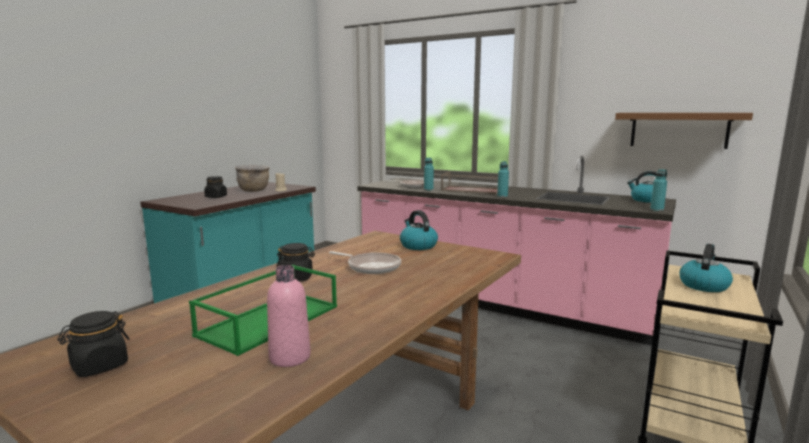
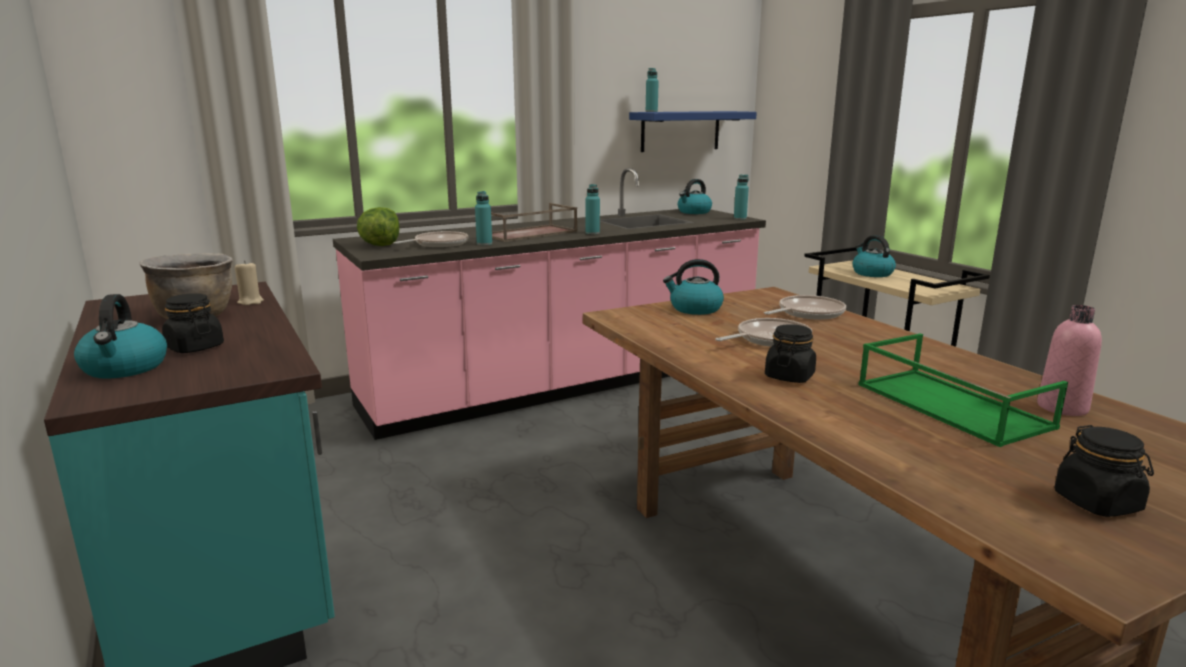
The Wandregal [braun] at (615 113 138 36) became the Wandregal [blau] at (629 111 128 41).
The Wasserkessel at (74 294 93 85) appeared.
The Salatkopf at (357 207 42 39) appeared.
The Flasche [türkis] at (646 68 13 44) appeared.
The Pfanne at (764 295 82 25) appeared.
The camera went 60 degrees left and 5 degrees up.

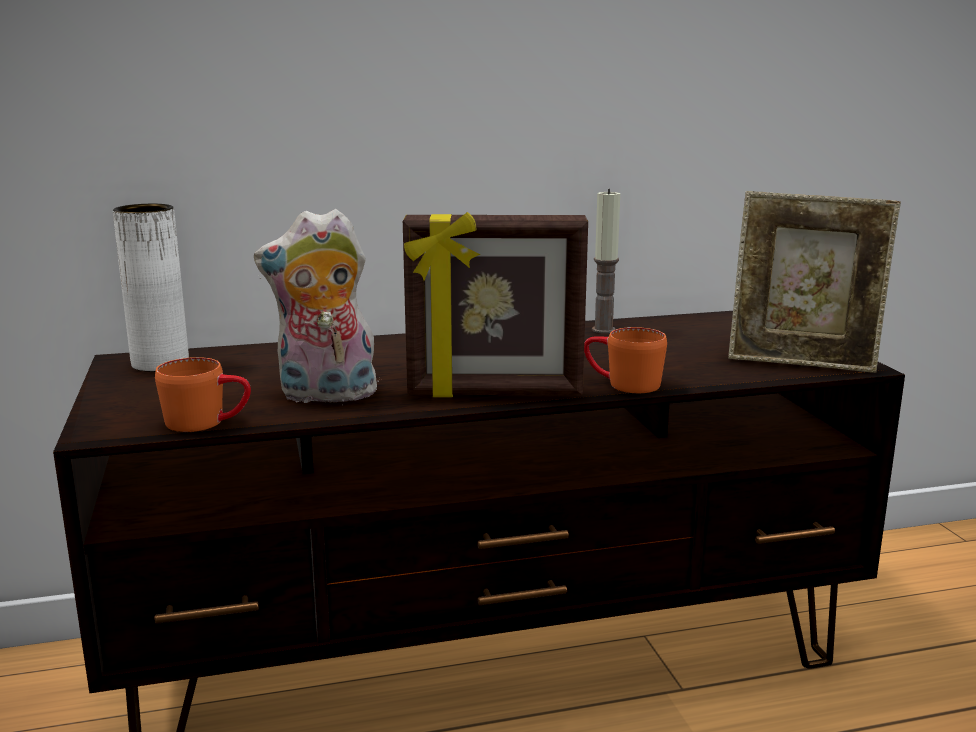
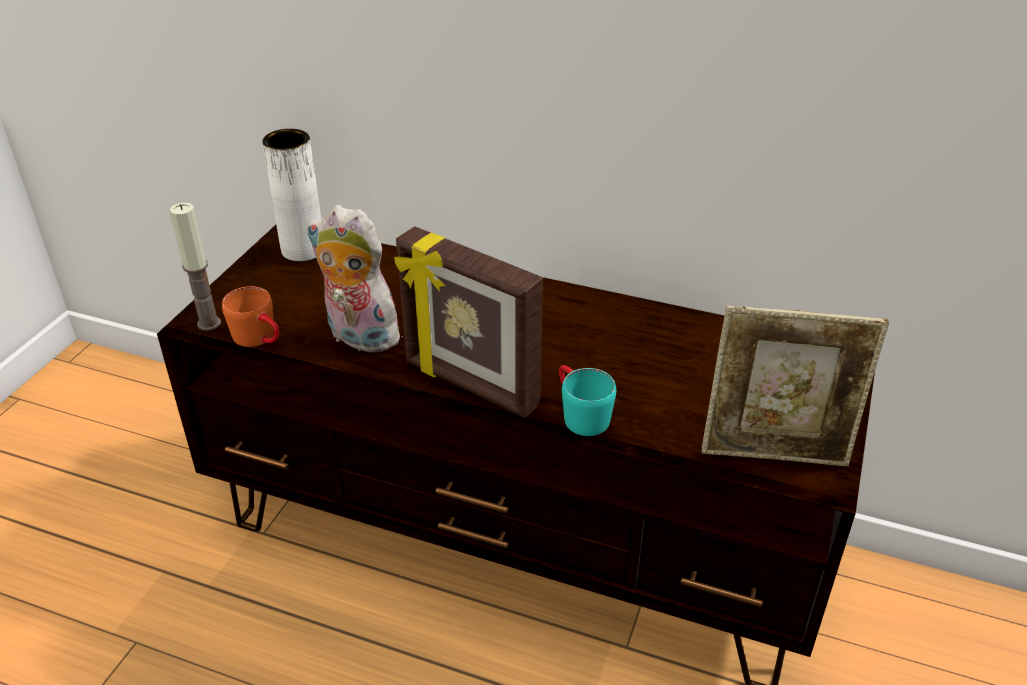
The Henkelbecher [orange] at (584 327 83 66) became the Henkelbecher [türkis] at (559 365 57 71).
The Kerze moved from (592 189 28 144) to (170 203 51 128).
The Bilderrahmen at (728 191 173 182) turned 45 degrees counterclockwise.
The camera went 35 degrees right and 20 degrees up.

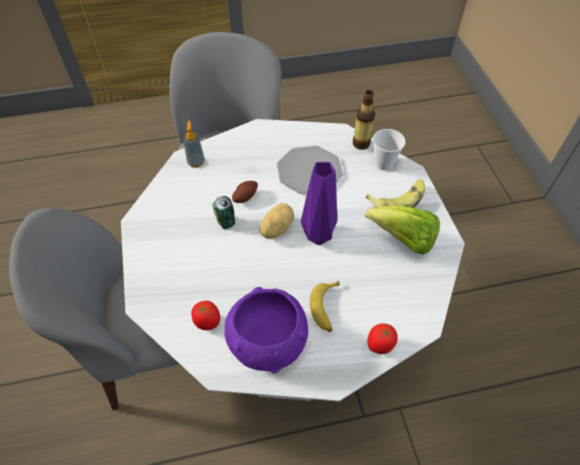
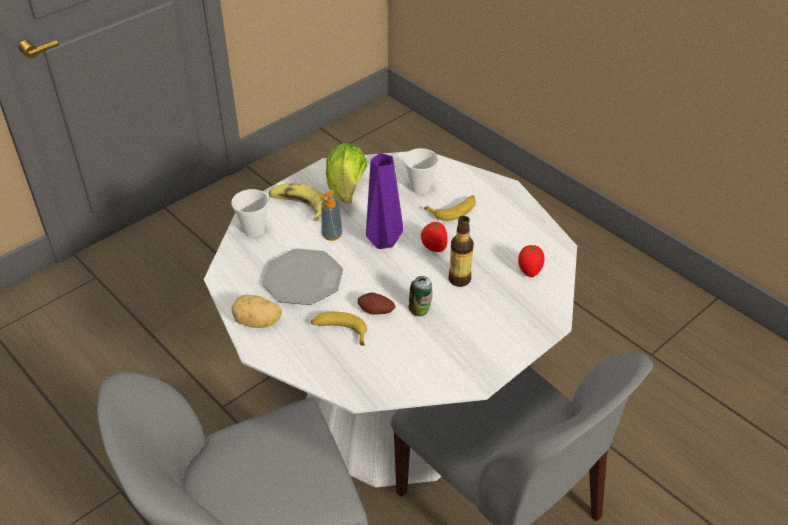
The Seifenspender moved from (183 121 22 47) to (320 190 22 51).
The Schüssel [lila] at (225 287 83 86) disappeared.
The Kartoffel moved from (259 203 35 36) to (232 295 50 33).
The Flasche moved from (353 90 22 60) to (449 216 25 71).
The Tomate moved from (367 323 31 31) to (421 222 27 30).
The Banane at (311 312 56 34) appeared.
The Tasse at (403 148 36 46) appeared.
The camera went 120 degrees left and 10 degrees down.

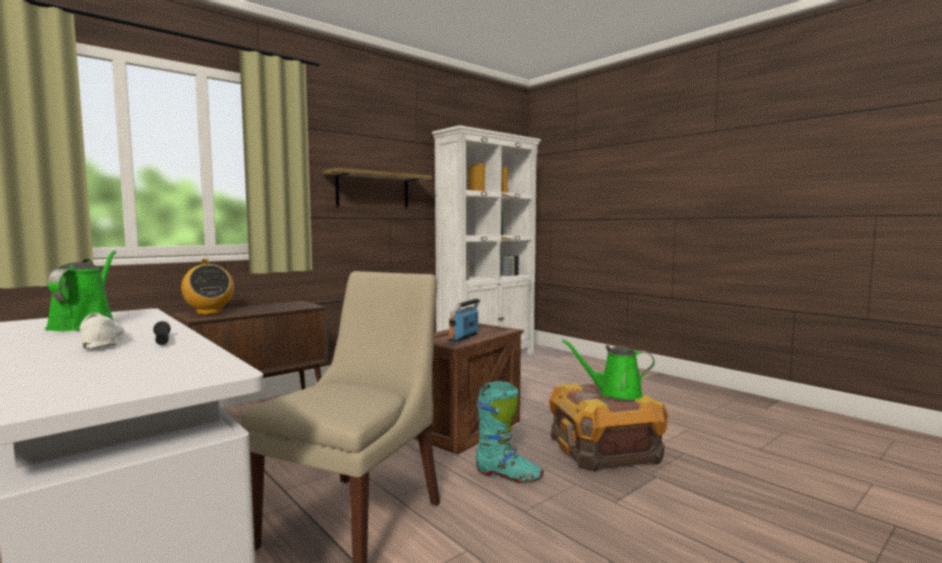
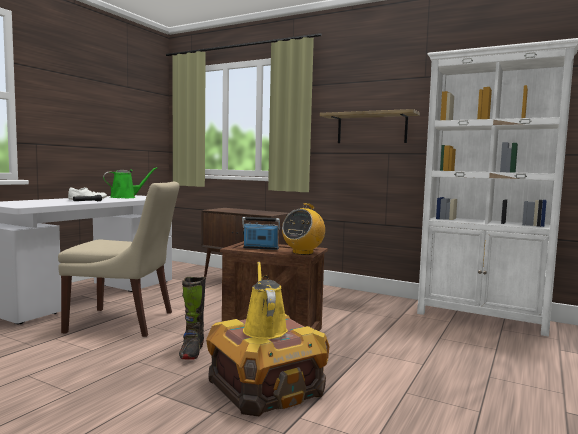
The Radio moved from (181 258 53 57) to (282 203 43 52).
The Stiefel [türkis] at (476 381 67 102) became the Stiefel [schwarz] at (179 277 27 83).
The Gießkanne [grün] at (562 339 93 61) became the Gießkanne [gelb] at (243 261 45 78).
The camera went 70 degrees right and 0 degrees up.

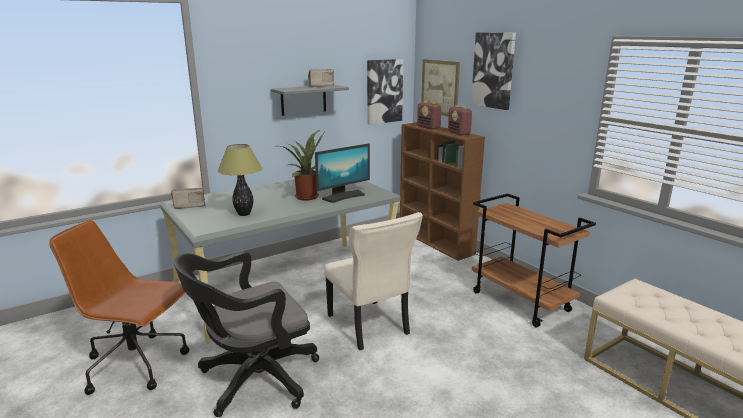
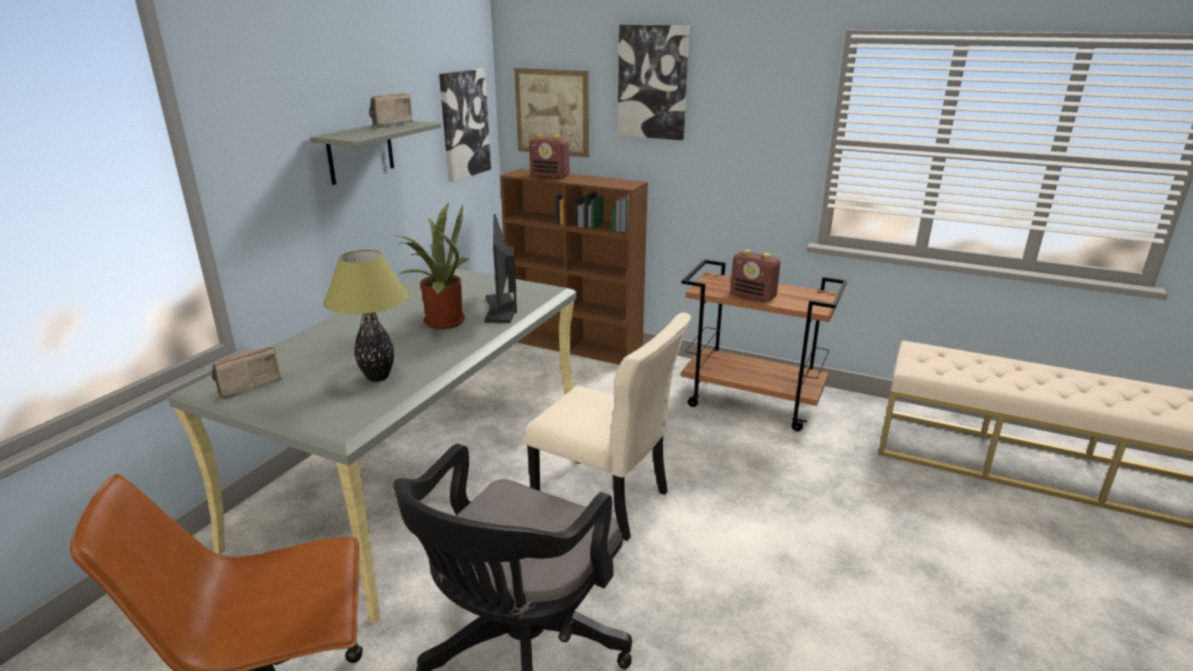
The Monitor at (315 143 55 60) turned 150 degrees clockwise.
The Radio moved from (448 105 25 30) to (730 249 50 53).
The camera went 30 degrees left and 5 degrees up.

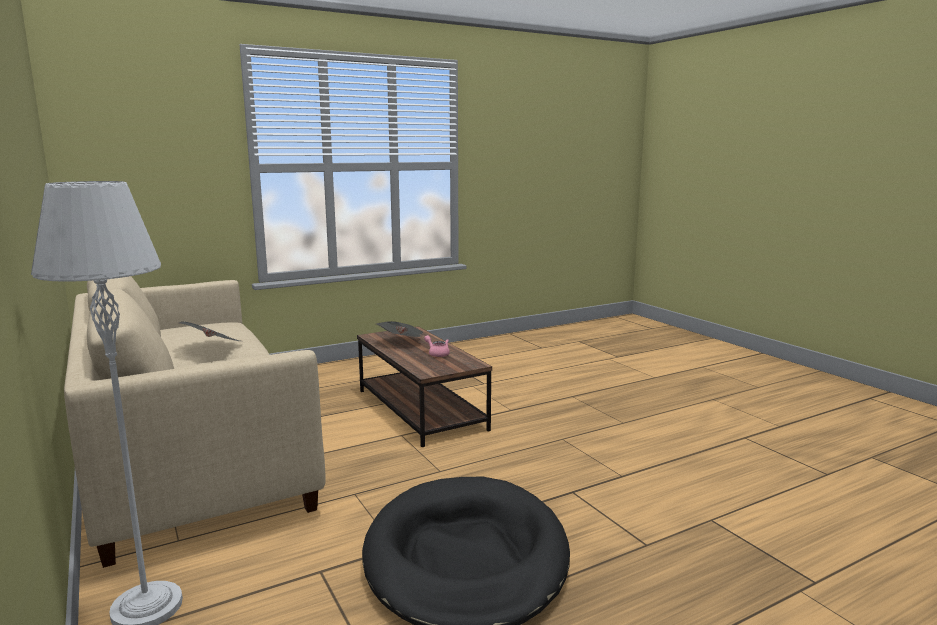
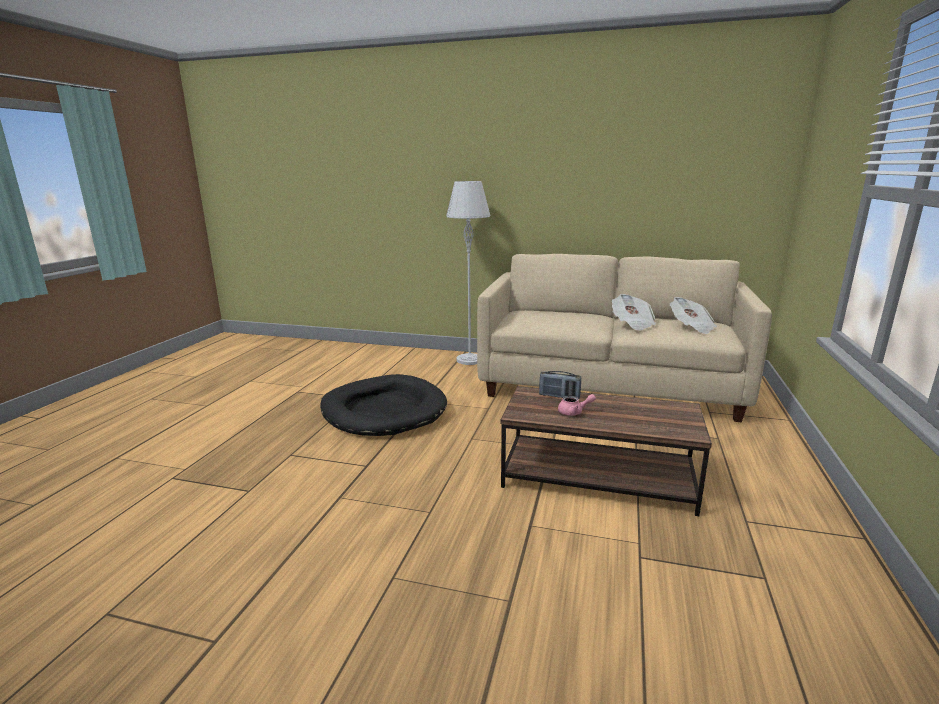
The Zeitung moved from (376 321 48 16) to (670 297 47 37).
The Radio at (539 371 42 28) appeared.
The camera went 135 degrees right and 5 degrees up.

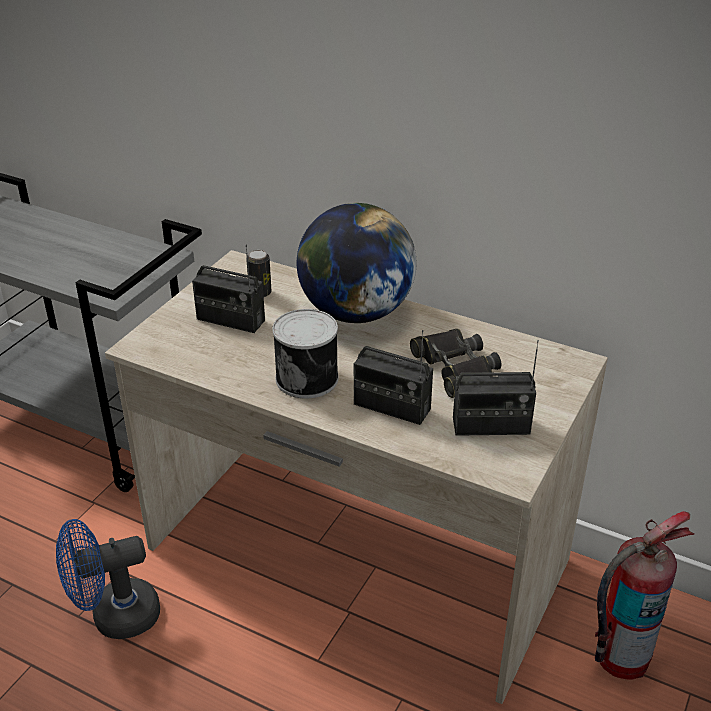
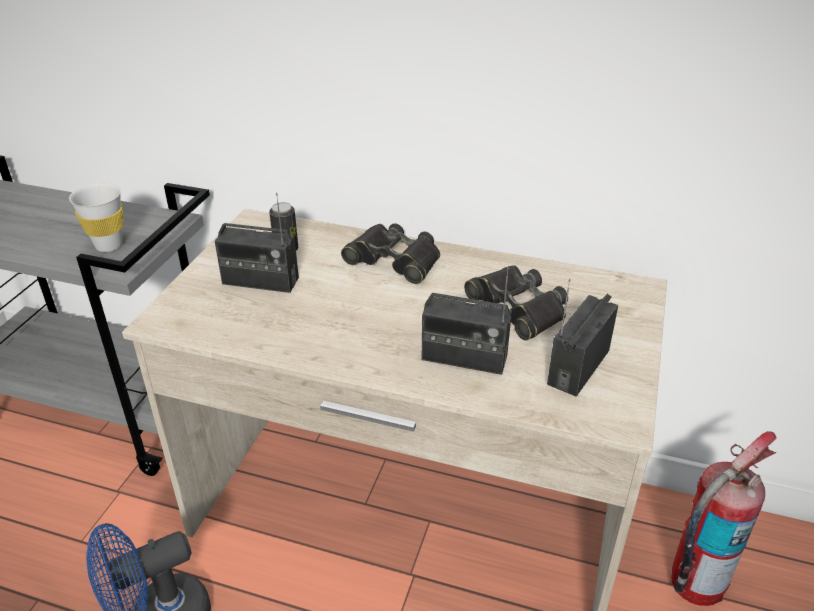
The Dose at (272 309 66 89) disappeared.
The Globus at (297 203 119 120) was replaced by the Fernglas [schwarz] at (341 223 99 61).
The Radio at (453 340 86 96) turned 135 degrees clockwise.
The Tasse [weiß] at (69 183 54 69) appeared.
The camera went 10 degrees left and 0 degrees up.

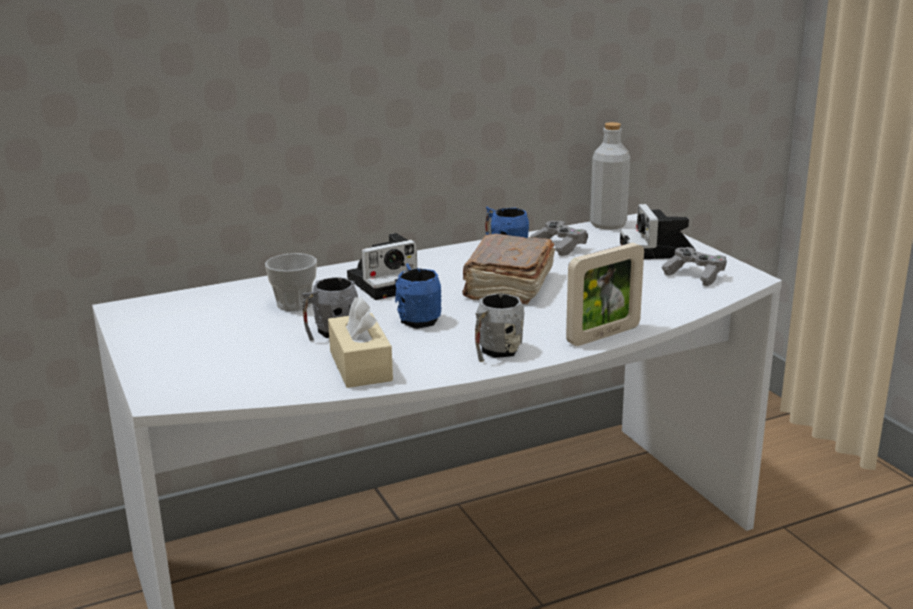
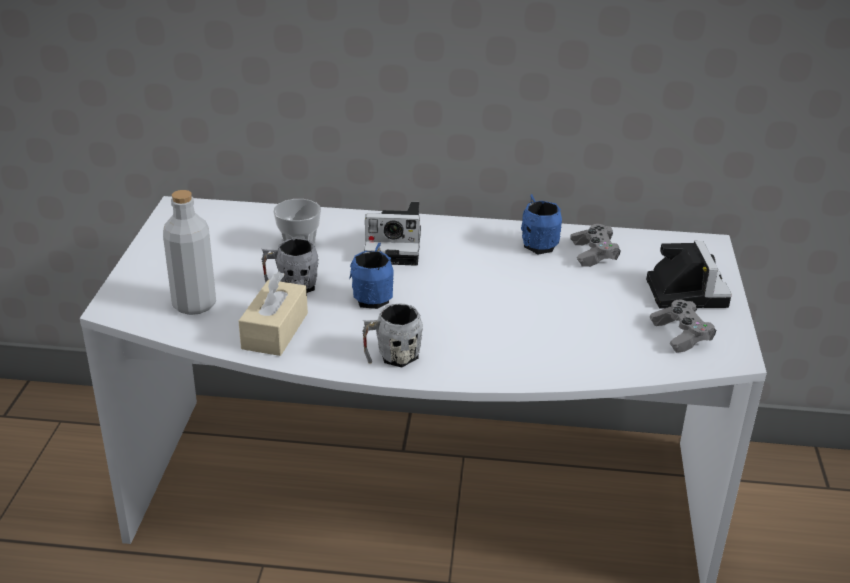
The Buch [braun] at (462 234 93 70) disappeared.
The Bilderrahmen at (566 243 78 103) disappeared.
The Flasche [grau] moved from (590 122 40 108) to (163 190 53 125).
The Kamera at (620 204 75 55) turned 150 degrees clockwise.
The camera went 30 degrees right and 10 degrees up.

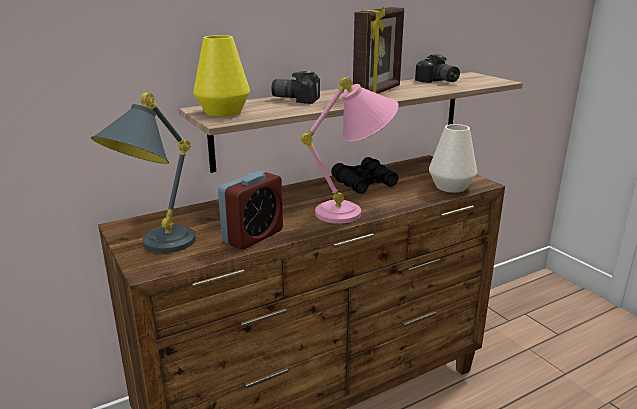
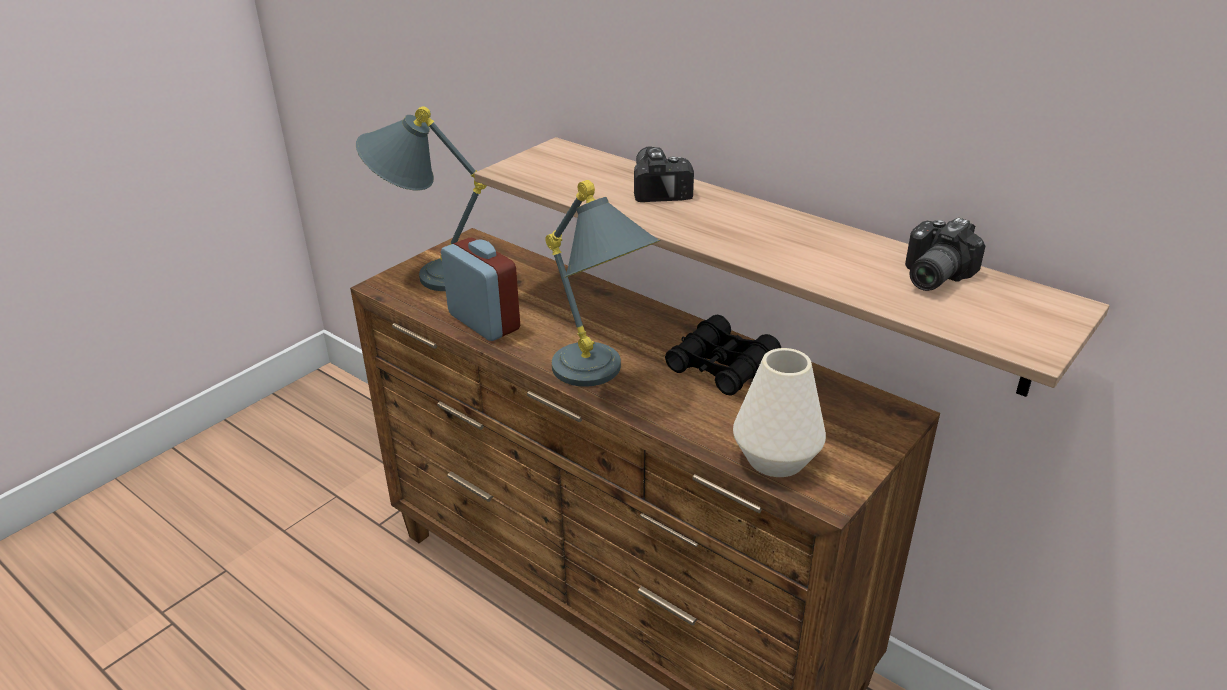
The Vase [gelb] at (193 35 57 82) disappeared.
The Wecker at (218 171 65 78) turned 150 degrees counterclockwise.
The Tischlampe [rosa] at (301 77 97 147) became the Tischlampe [grau] at (545 180 116 207).
The Bilderrahmen at (353 7 51 87) disappeared.
The camera went 70 degrees right and 10 degrees up.

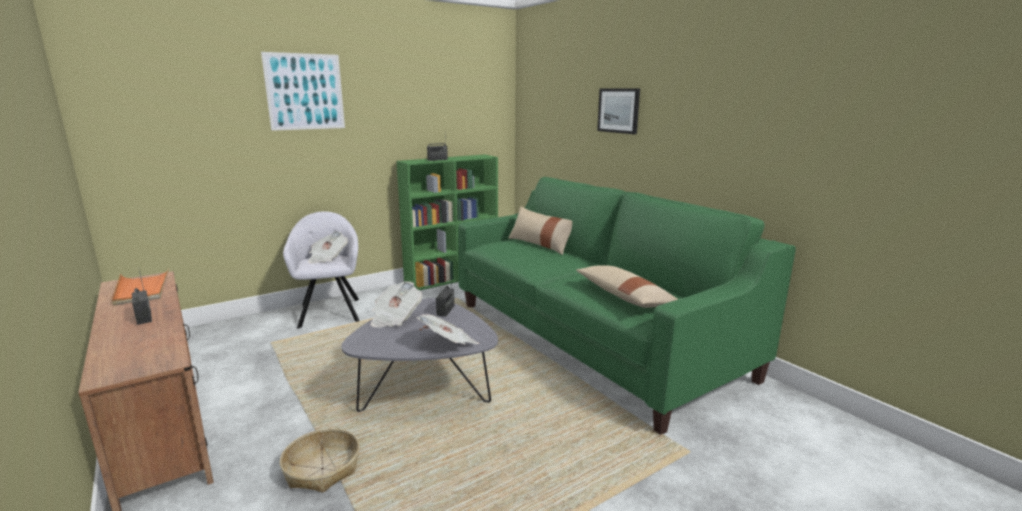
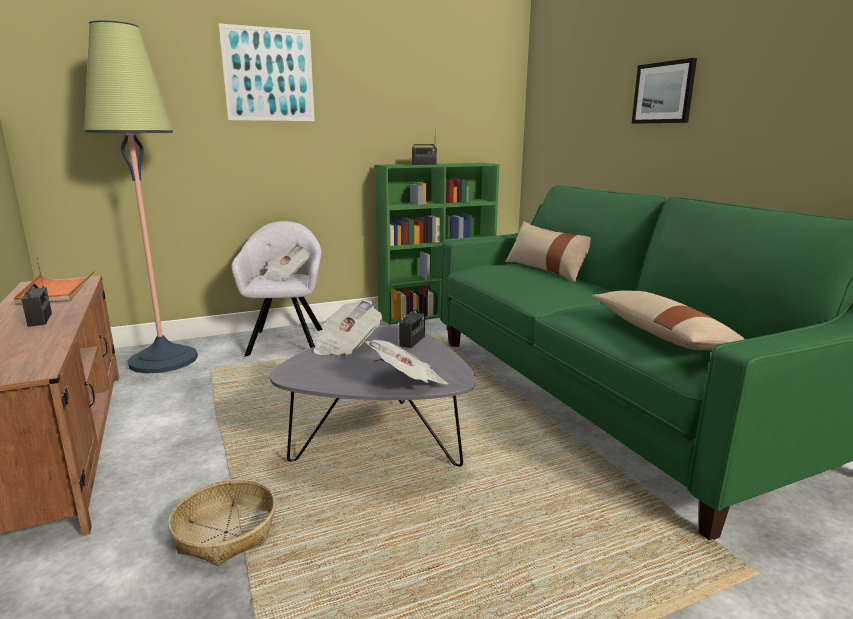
The Stehlampe at (84 20 114 354) appeared.
The camera went 10 degrees right and 0 degrees up.

